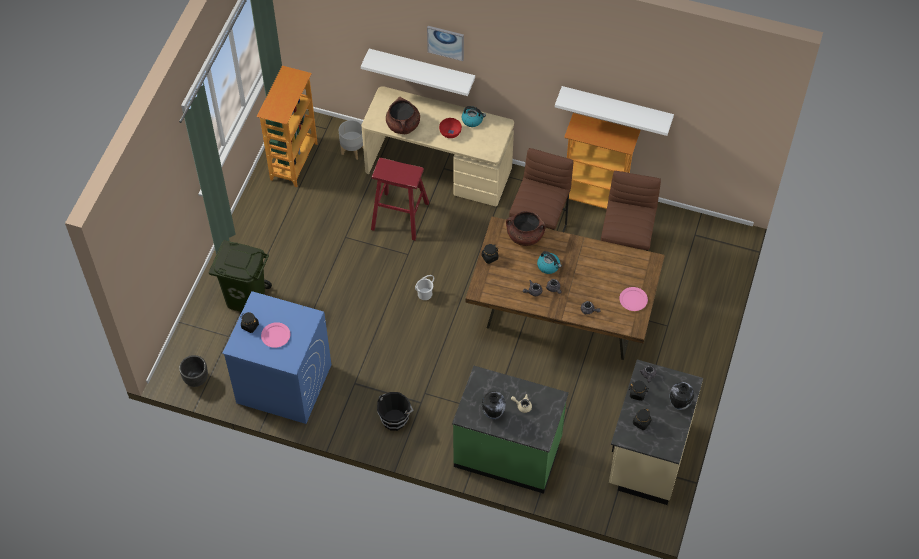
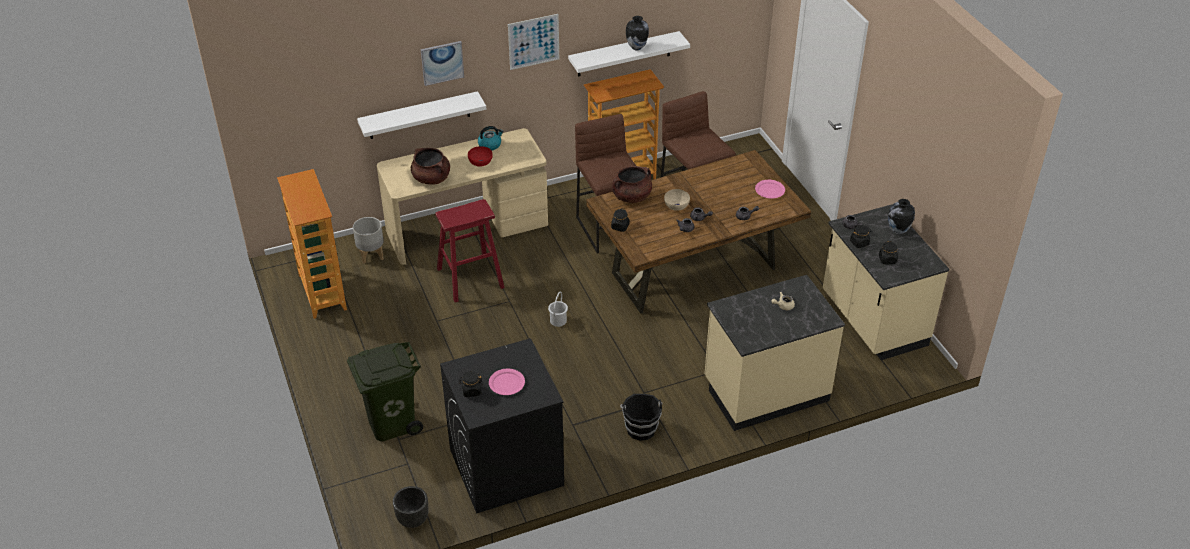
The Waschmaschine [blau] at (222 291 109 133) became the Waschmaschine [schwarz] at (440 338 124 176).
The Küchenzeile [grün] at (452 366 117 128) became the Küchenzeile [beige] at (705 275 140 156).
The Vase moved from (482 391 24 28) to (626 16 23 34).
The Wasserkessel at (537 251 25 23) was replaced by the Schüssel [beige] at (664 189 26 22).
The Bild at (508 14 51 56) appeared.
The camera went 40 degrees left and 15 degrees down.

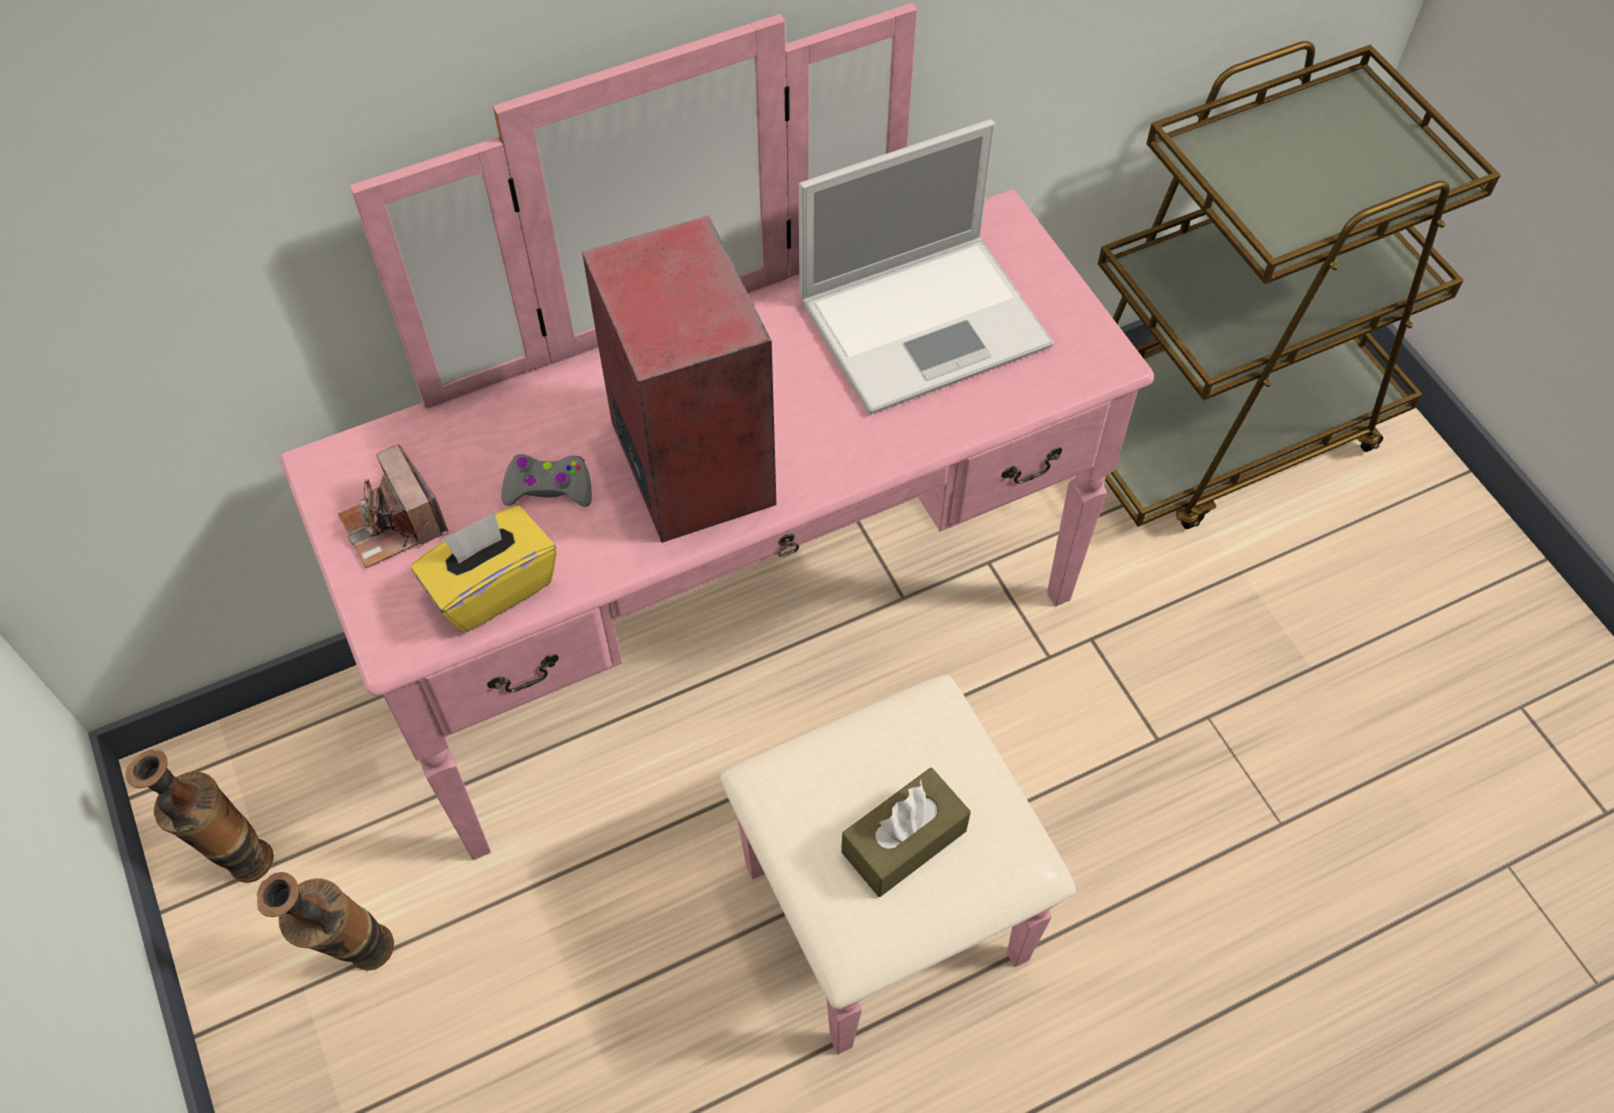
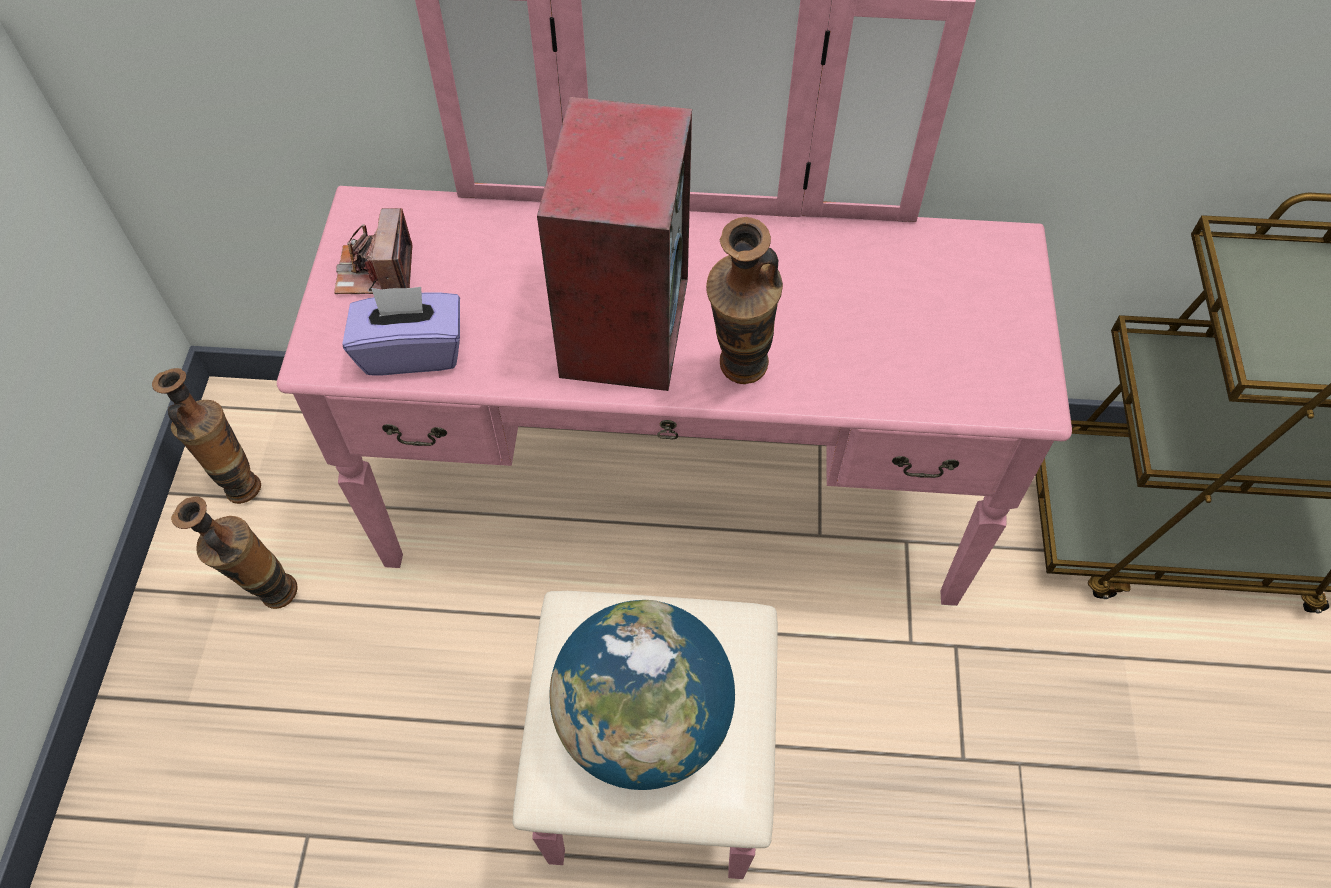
The Taschentuchbox [gelb] at (411 506 146 126) became the Taschentuchbox [lila] at (342 287 118 88).
The Gamepad [grau] at (501 454 91 53) disappeared.
The Laptop at (799 119 255 296) disappeared.
The Taschentuchbox [braun] at (841 768 130 129) was replaced by the Globus at (549 600 186 190).
The Vase at (706 217 77 167) appeared.
The camera went 30 degrees right and 0 degrees up.

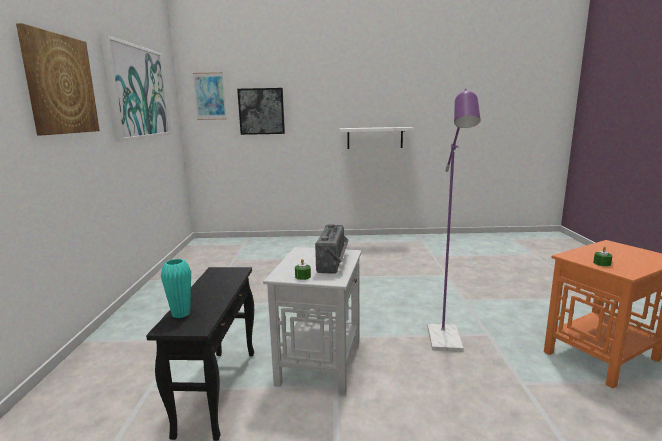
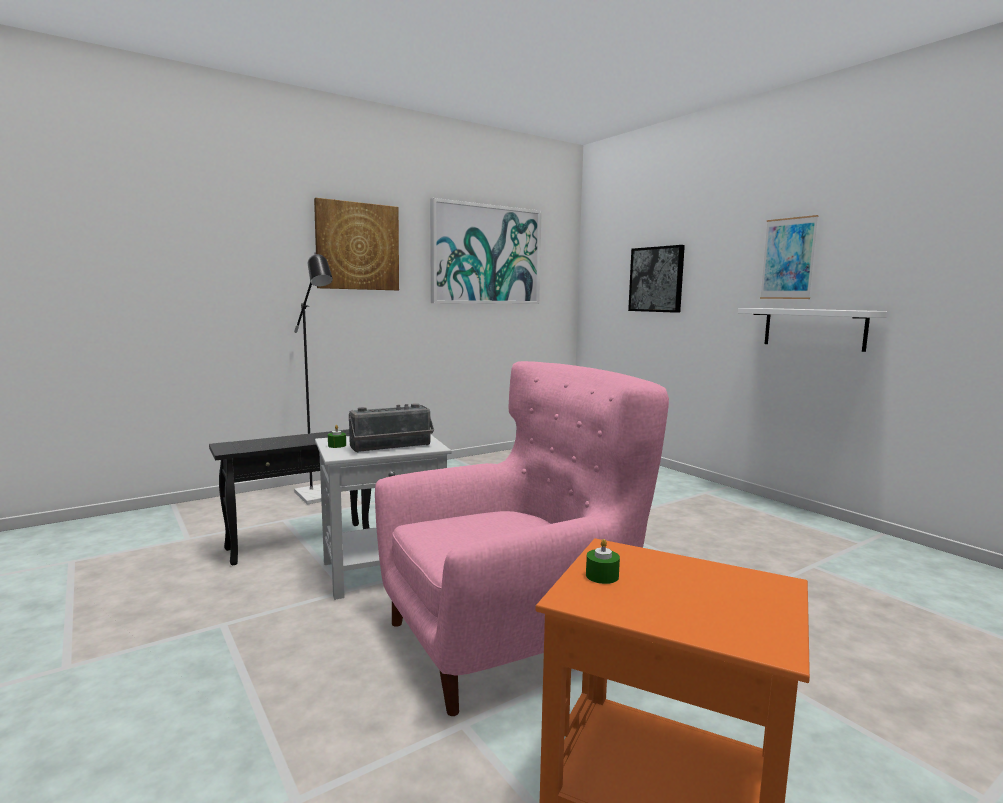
The Vase [türkis] at (161 259 30 59) disappeared.
The Bild moved from (193 72 34 48) to (760 215 58 84).
The Stehlampe [lila] at (428 89 53 263) was replaced by the Sessel [rosa] at (375 361 294 355).
The Stehlampe [schwarz] at (294 253 39 251) appeared.
The camera went 55 degrees right and 5 degrees down.

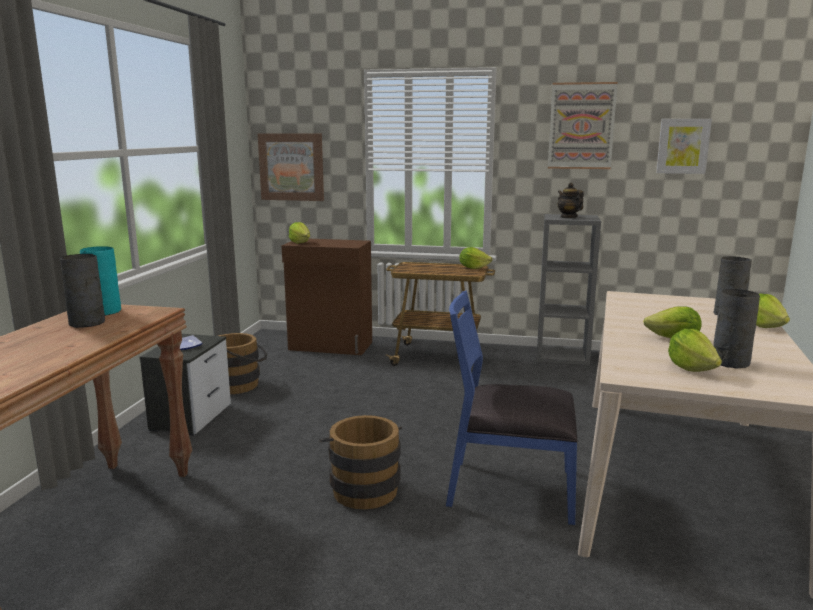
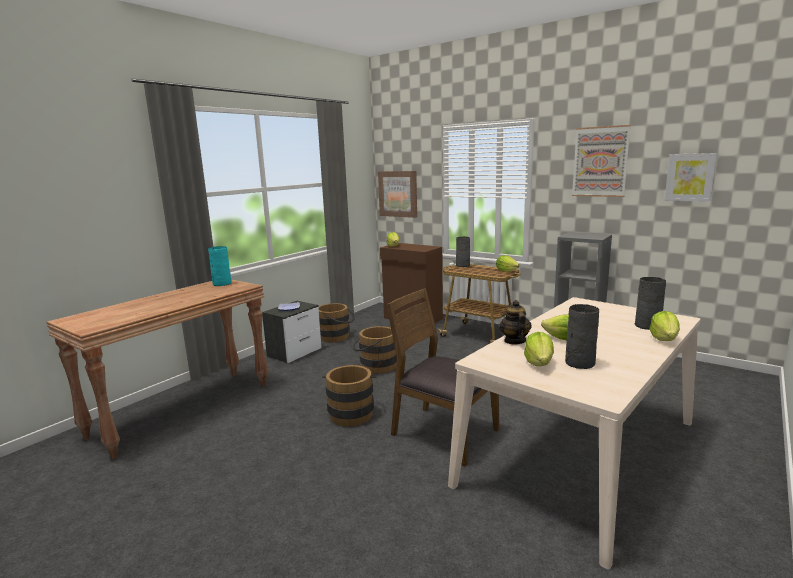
The Vase [grau] moved from (60 254 45 74) to (456 237 14 30).
The Stuhl [blau] at (446 291 132 234) became the Stuhl [braun] at (386 288 114 178).
The Teekanne moved from (558 183 26 35) to (499 300 33 44).
The Eimer [braun] at (352 326 45 48) appeared.
The camera went 25 degrees right and 0 degrees up.

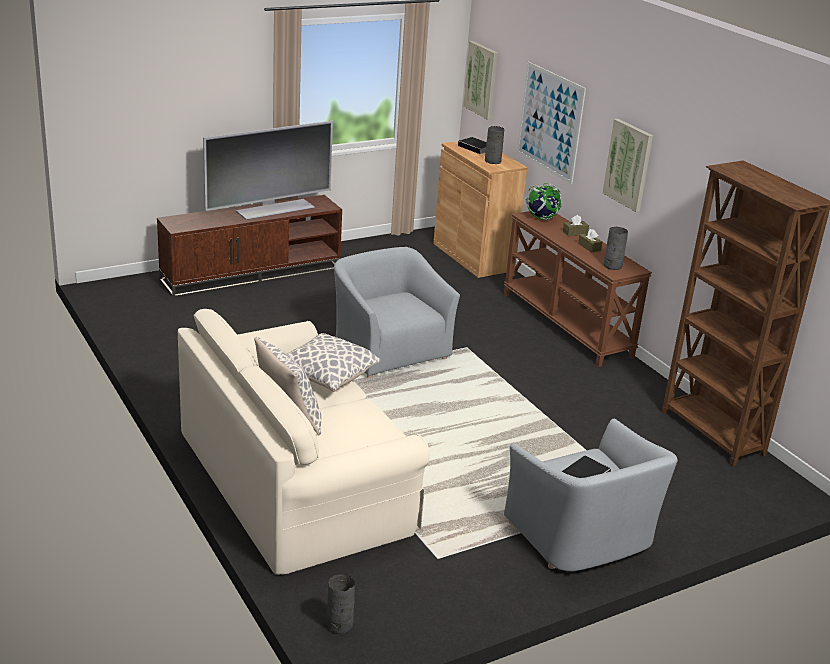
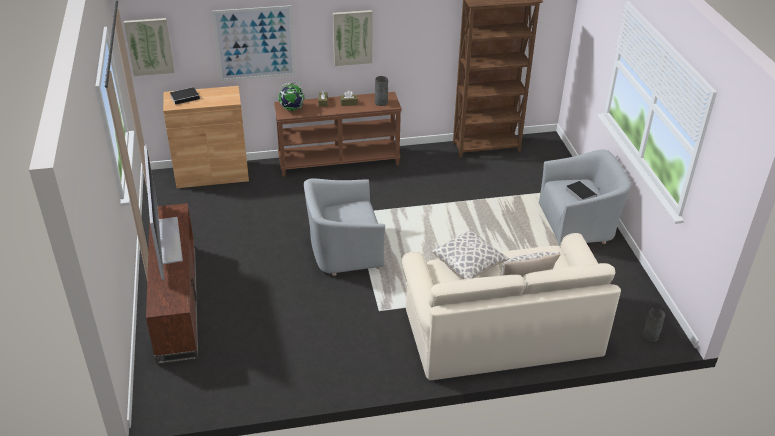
The Vase [grau] at (485 126 20 38) disappeared.
The camera went 70 degrees left and 10 degrees up.

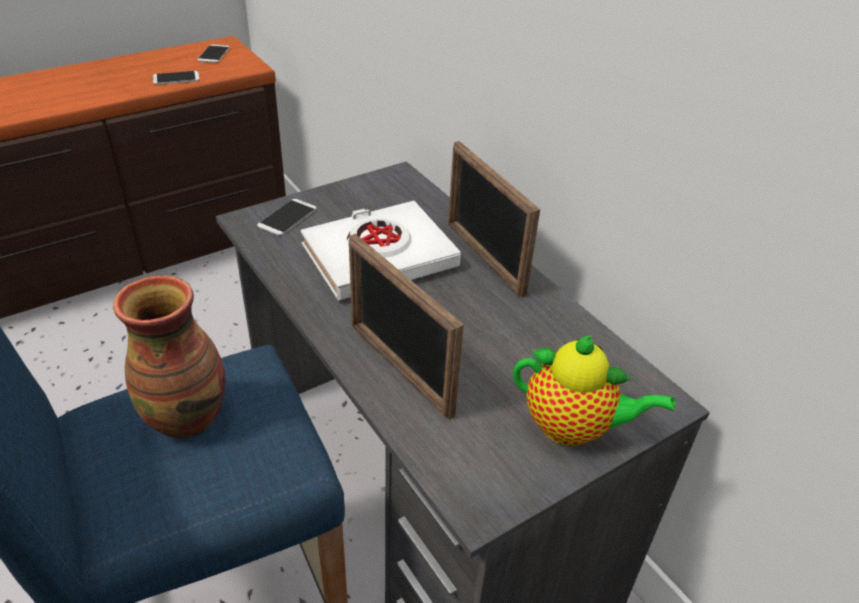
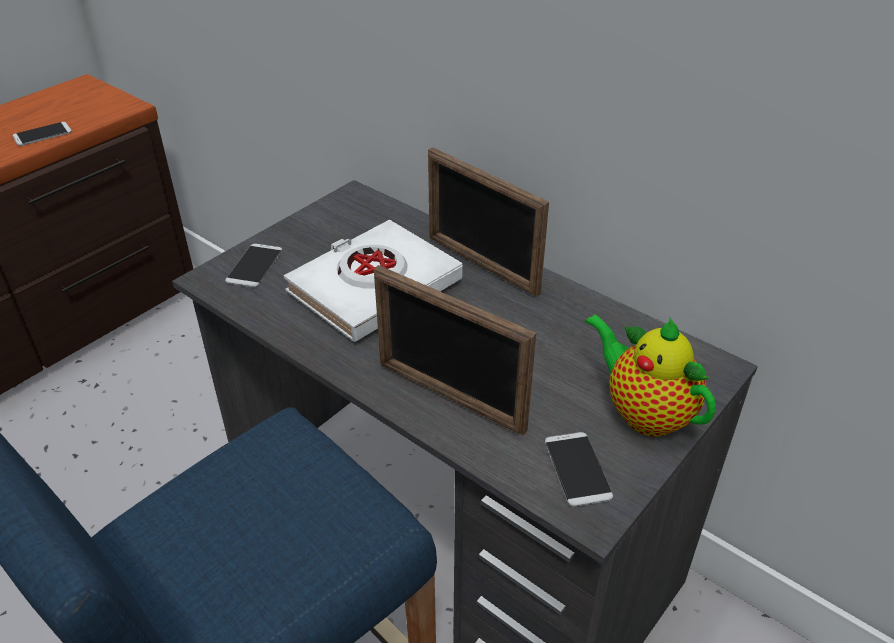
The Vase at (113 275 112 163) disappeared.
The Handy moved from (197 44 33 19) to (545 432 68 75).
The Teekanne at (513 336 162 110) turned 135 degrees counterclockwise.
The camera went 15 degrees left and 0 degrees up.

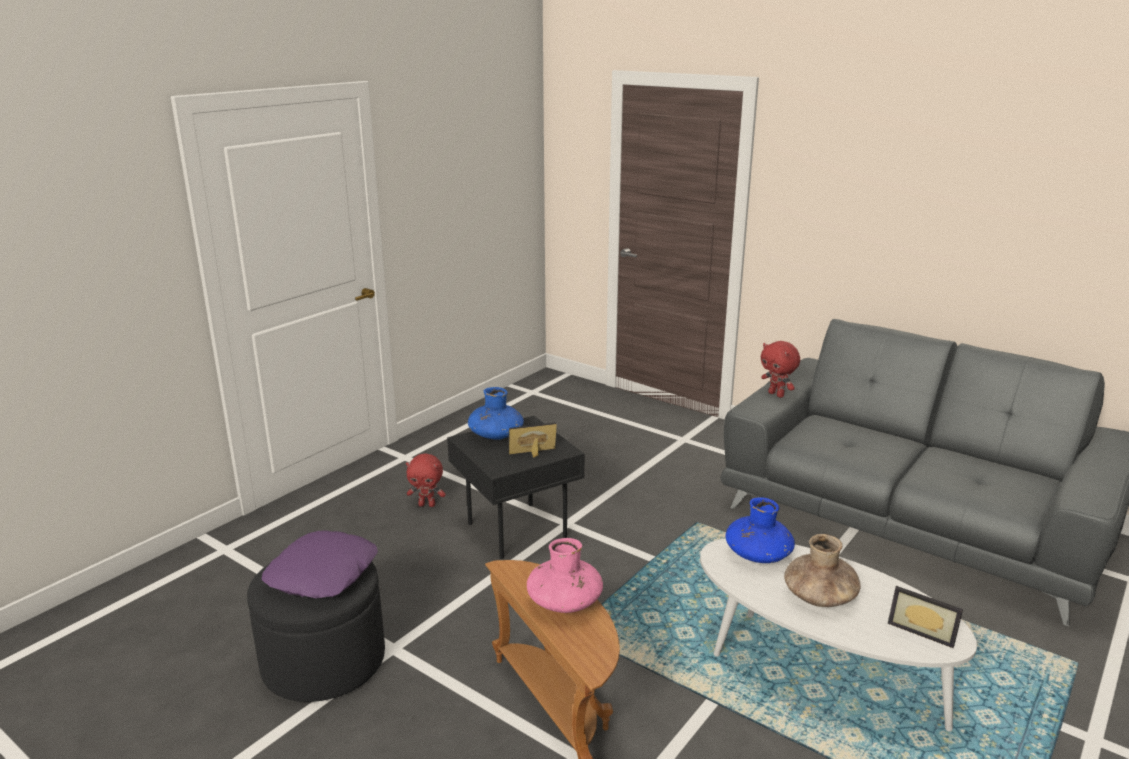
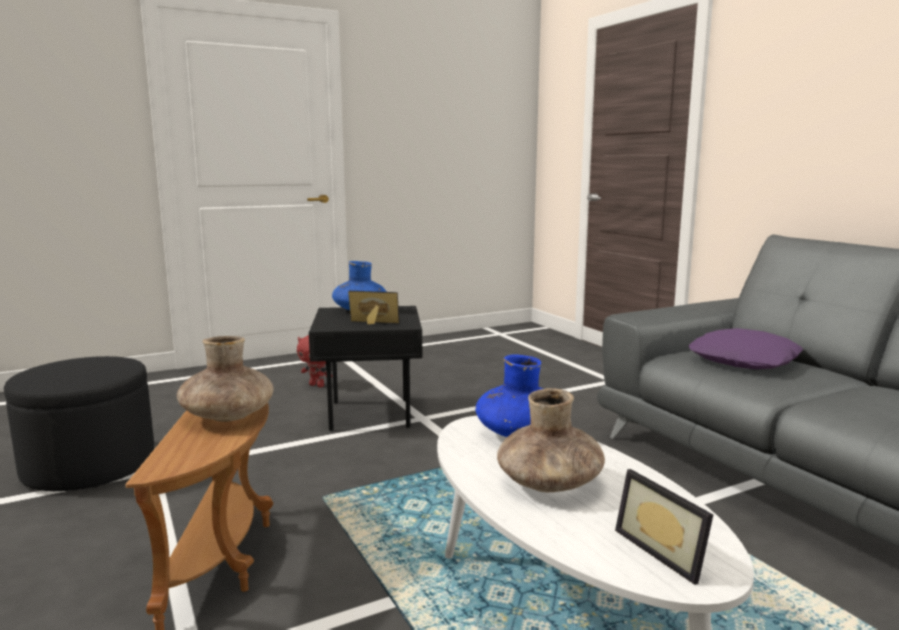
The Kissen [lila] moved from (262 531 116 67) to (689 328 114 41).
The Vase [rosa] at (527 538 76 75) became the Vase [braun] at (177 336 97 86).
The Plüschtier [rot] at (761 341 39 57) disappeared.
The camera went 25 degrees right and 10 degrees down.

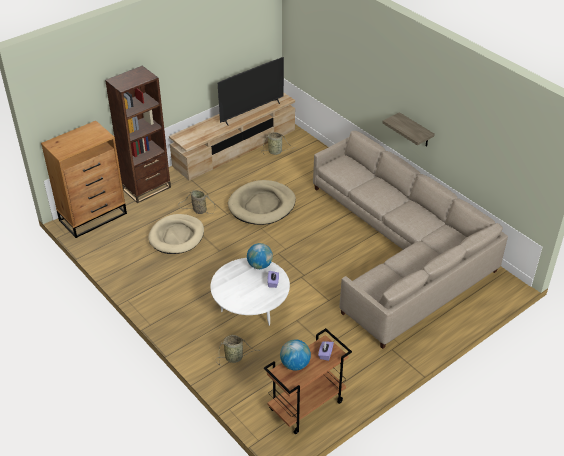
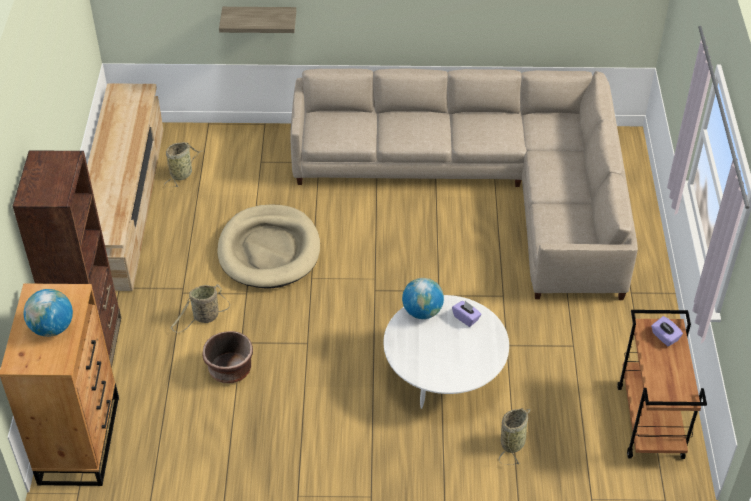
The Hundebett [beige] at (148 214 56 40) was replaced by the Pflanzkübel [braun] at (202 331 51 53).
The Fernseher at (218 57 66 69) disappeared.
The Globus moved from (280 340 31 31) to (24 289 49 48).
The Wandregal moved from (382 112 53 34) to (219 7 77 26).
The camera went 50 degrees left and 5 degrees up.

